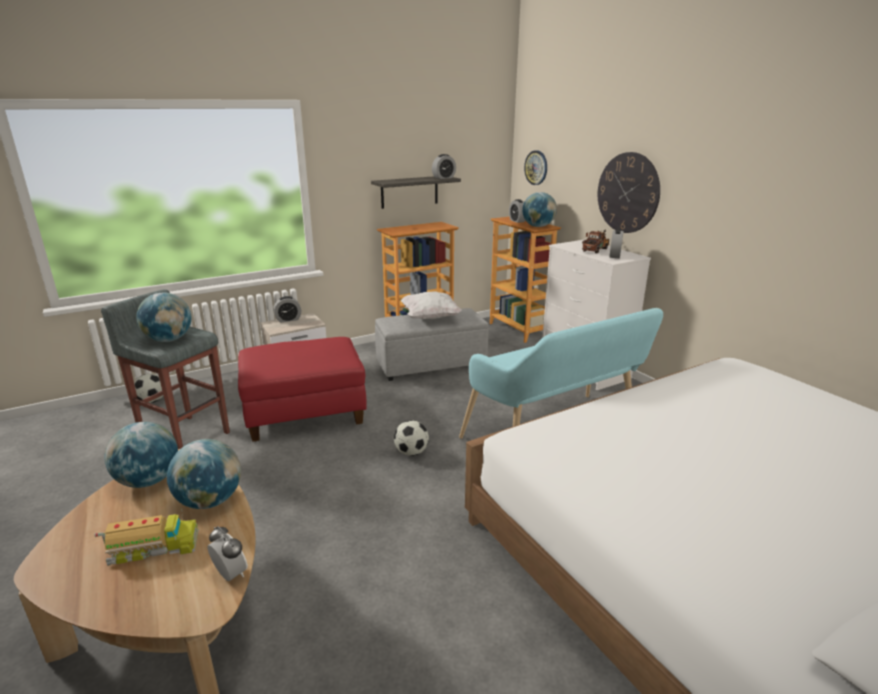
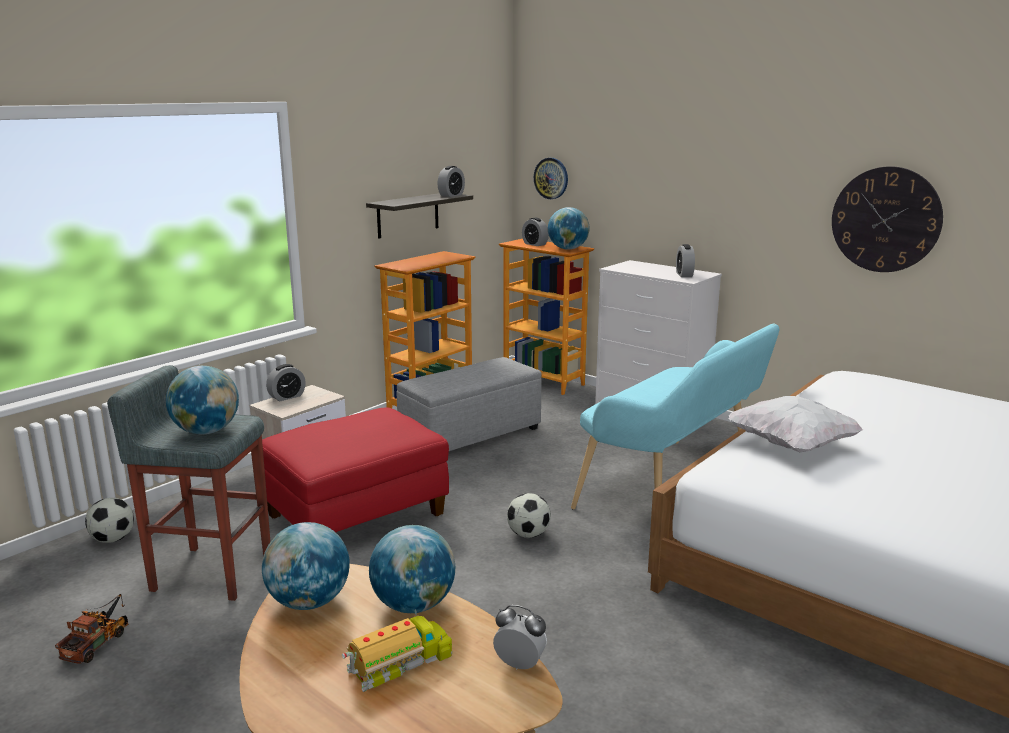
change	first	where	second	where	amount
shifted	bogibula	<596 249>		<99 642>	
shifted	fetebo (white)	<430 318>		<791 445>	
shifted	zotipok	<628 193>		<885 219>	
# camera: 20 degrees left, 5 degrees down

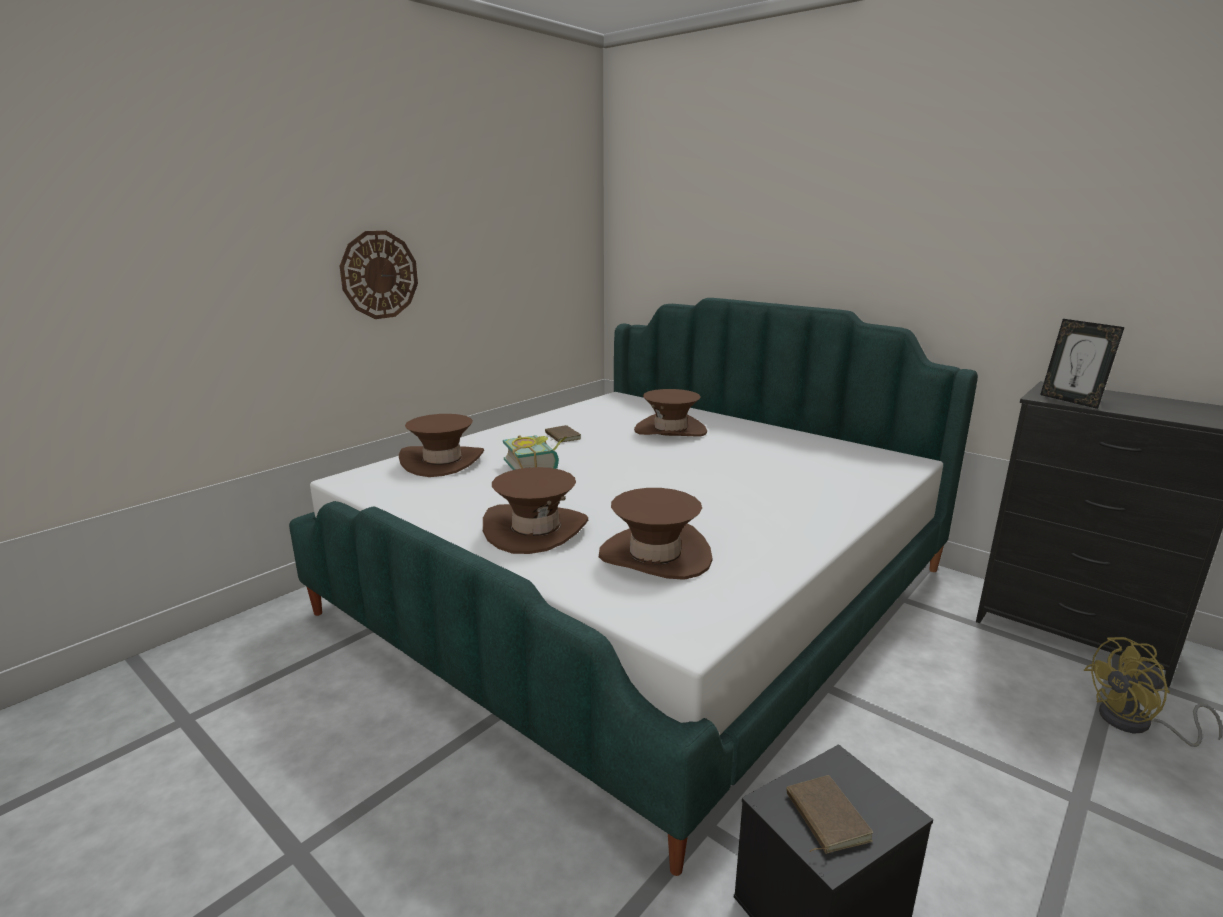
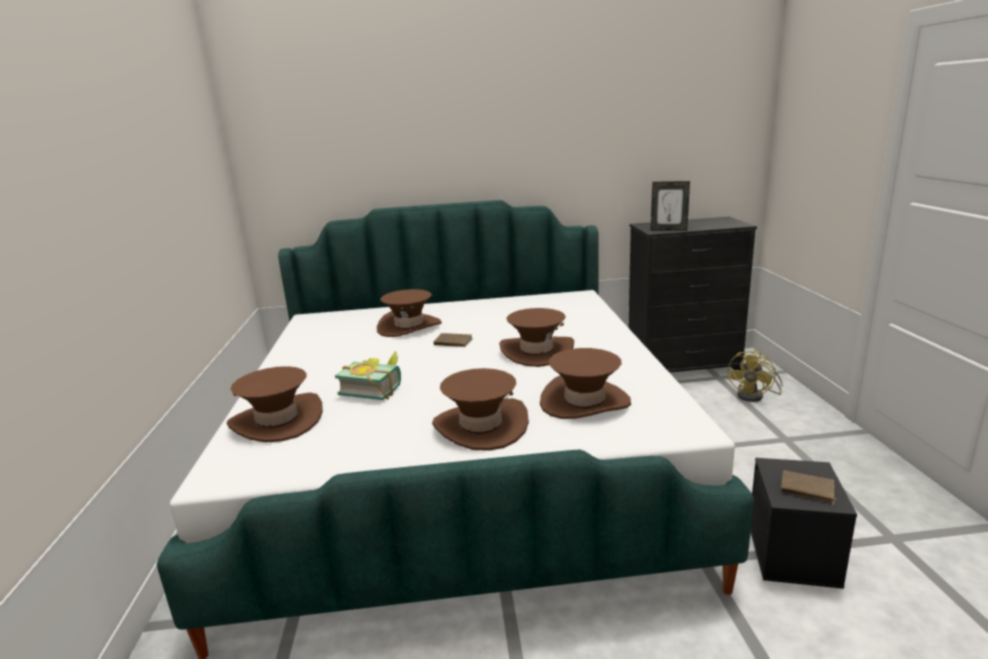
change	first	where	second	where	amount
shifted	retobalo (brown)	<561 436>		<452 343>	
new			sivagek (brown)	<537 352>	
gone	zotipok	<379 275>			
# camera: 45 degrees left, 0 degrees up

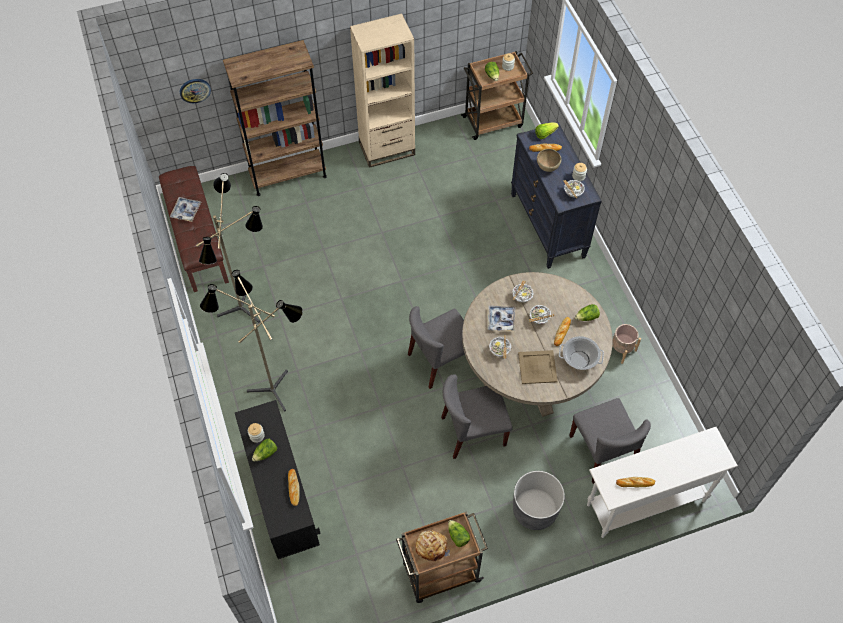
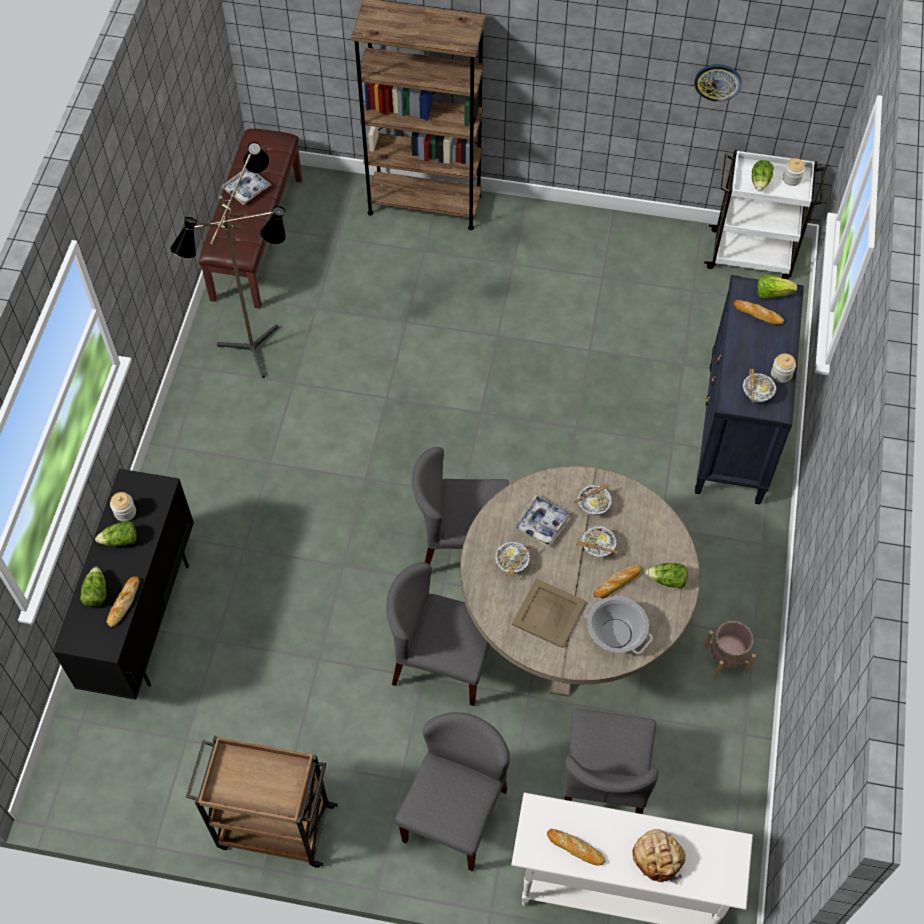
change	first	where	second	where	amount
shifted	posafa	<457 536>		<96 593>	
swapped	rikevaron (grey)	<534 510>	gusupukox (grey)	<454 814>	
shifted	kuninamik	<431 546>		<658 857>	
shifted	zotipok	<195 90>		<718 81>	
repainted	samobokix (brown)	<493 121>	samobokix (white)	<752 255>	
gone	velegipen	<272 386>			
gone	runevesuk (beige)	<387 149>			
gone	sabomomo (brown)	<547 167>			
# camera: 30 degrees right, 0 degrees up

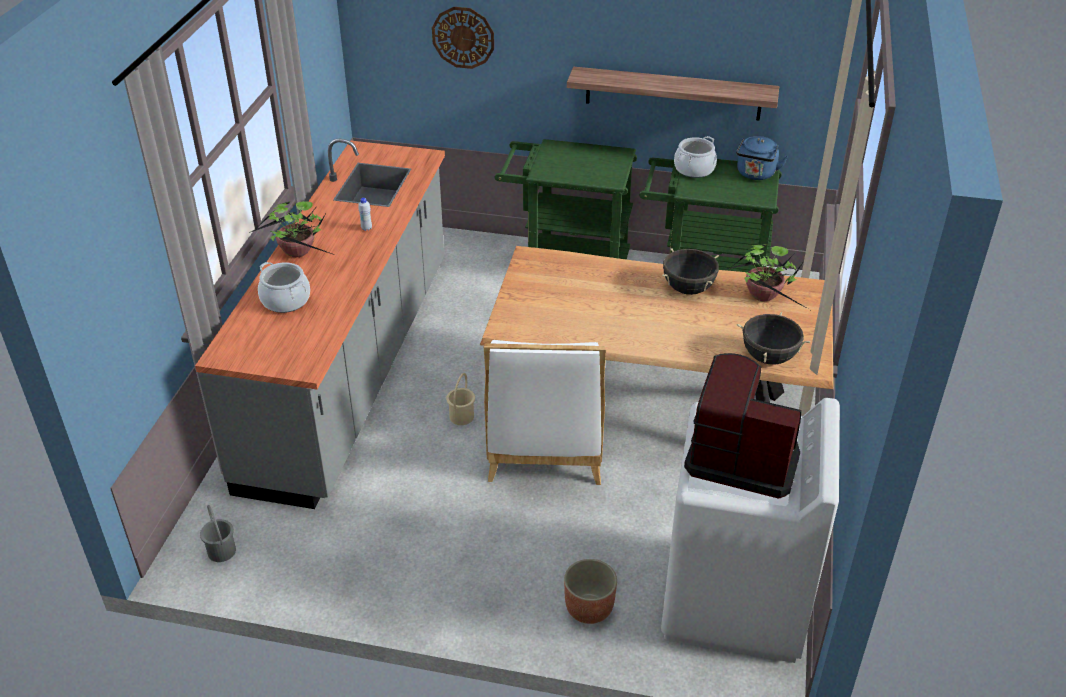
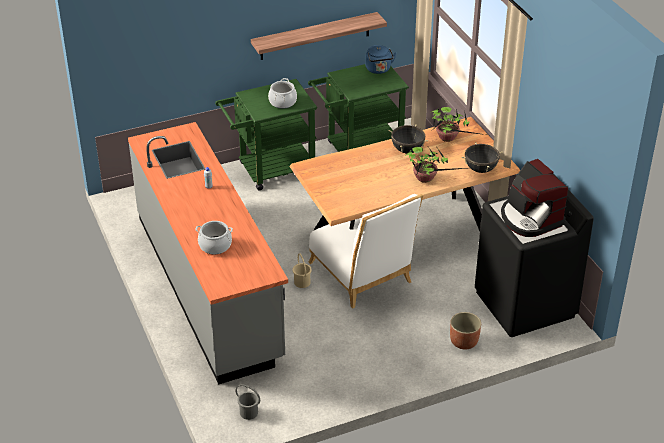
change	first	where	second	where	amount
shifted	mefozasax	<694 169>		<283 102>	
shifted	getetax	<299 253>		<426 179>	
repainted	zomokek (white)	<734 600>	zomokek (black)	<525 304>	
rotated	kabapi	<742 458>		<530 218>	105 degrees counterclockwise
gone	zotipok	<463 37>			
# camera: 35 degrees left, 0 degrees up

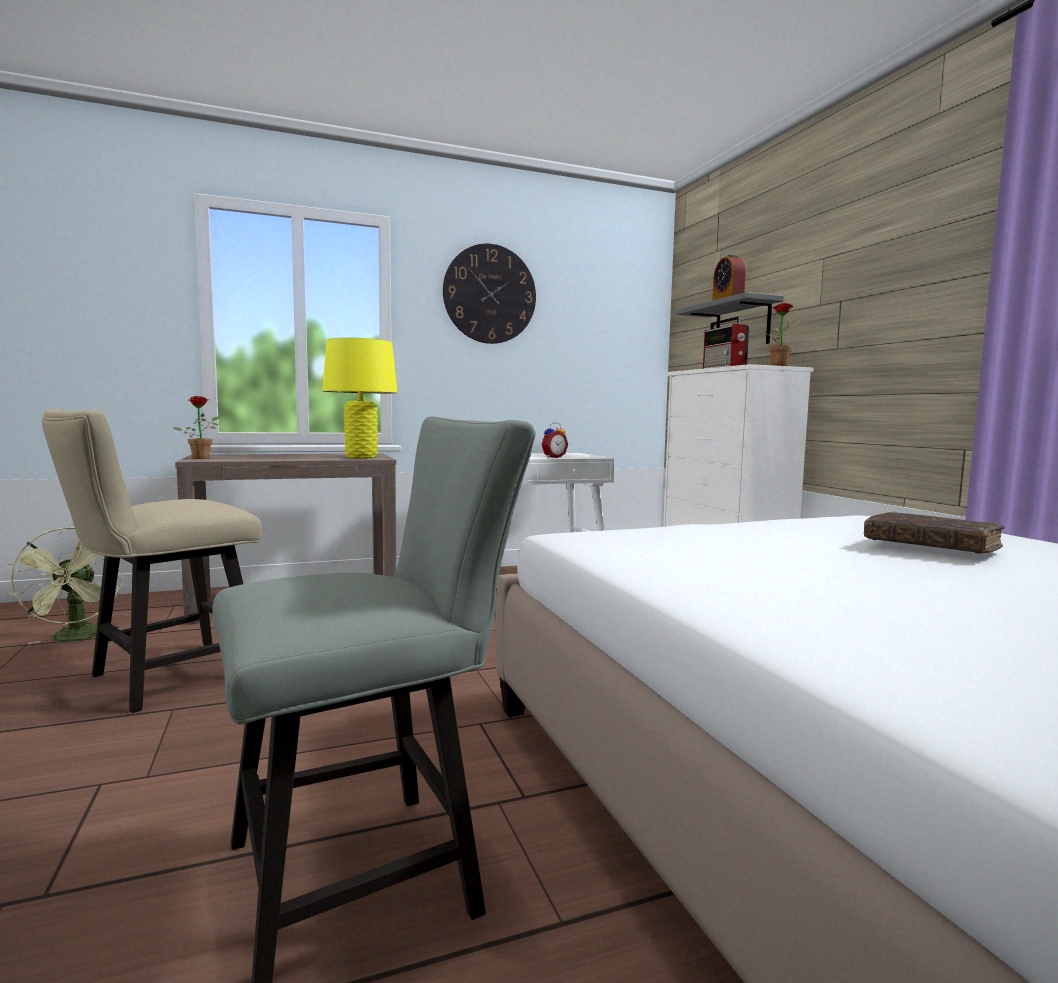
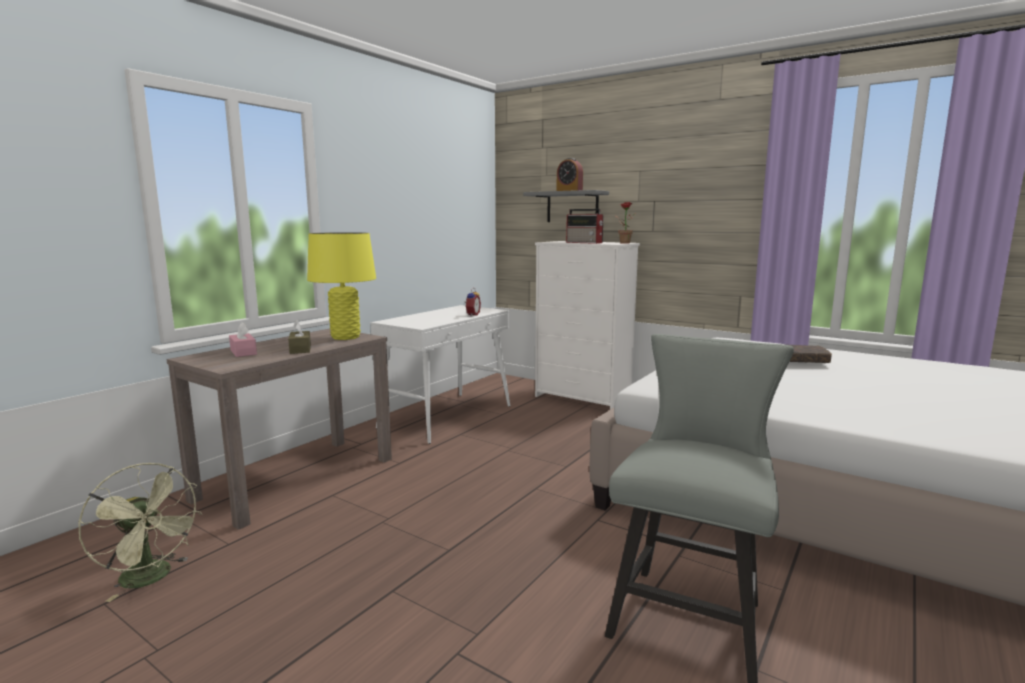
change	first	where	second	where	amount
new			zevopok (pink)	<243 352>	
new			zevopok (brown)	<300 349>	
gone	gusupukox (beige)	<163 679>			
gone	getetax	<202 458>			
gone	zotipok	<490 294>			
# camera: 35 degrees left, 5 degrees up

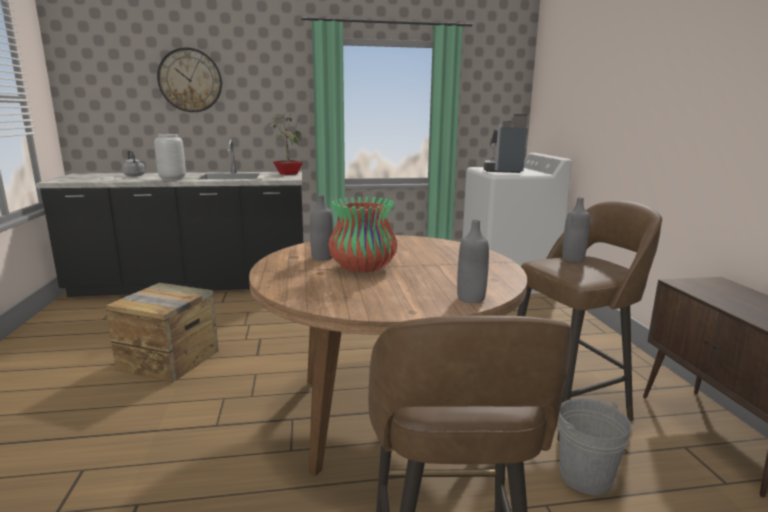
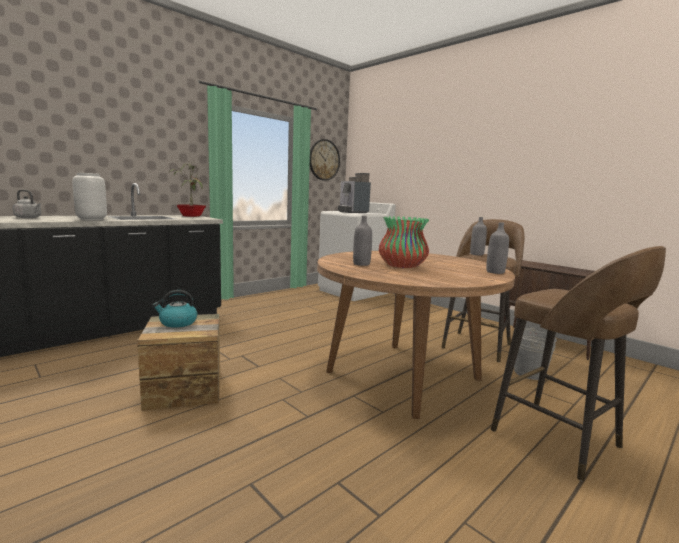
change	first	where	second	where	amount
new			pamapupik	<177 323>	
shifted	zotipok	<190 80>		<324 160>	
# camera: 35 degrees left, 5 degrees down

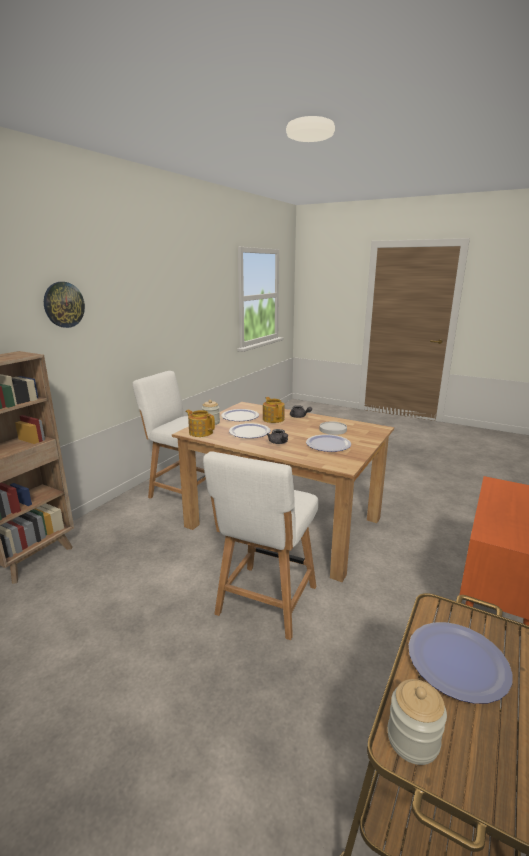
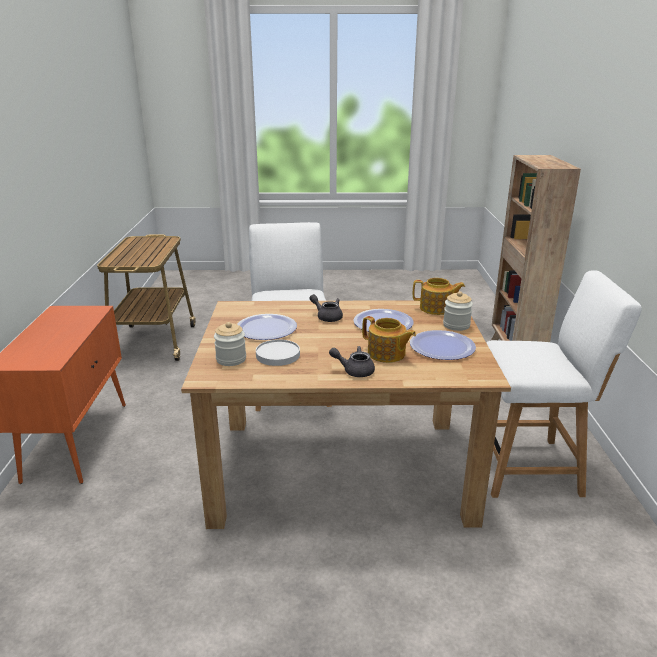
change	first	where	second	where	amount
shifted	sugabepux	<413 739>		<231 359>	
gone	zotipok	<63 304>			
gone	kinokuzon	<457 661>			
# camera: 150 degrees right, 5 degrees up

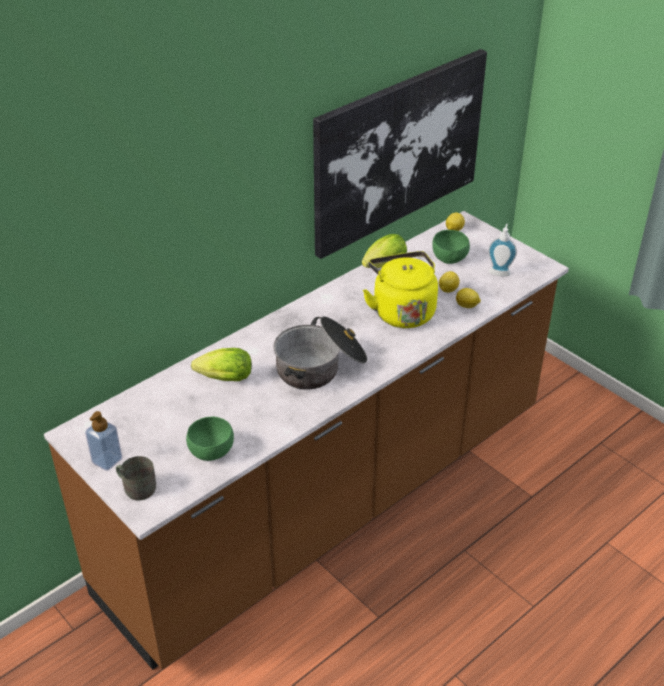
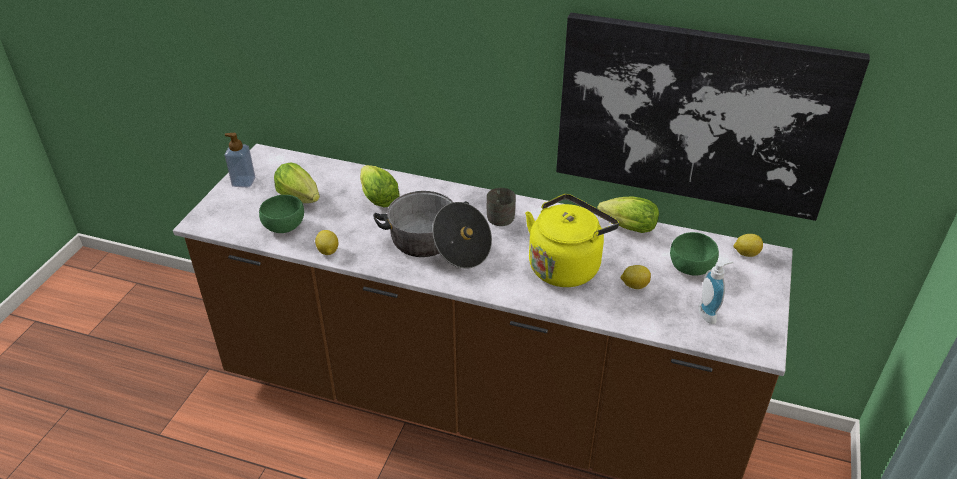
change	first	where	second	where	amount
new			posafa	<301 199>	
shifted	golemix	<467 306>		<328 251>	
shifted	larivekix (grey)	<136 487>		<500 215>	
# camera: 60 degrees right, 0 degrees up

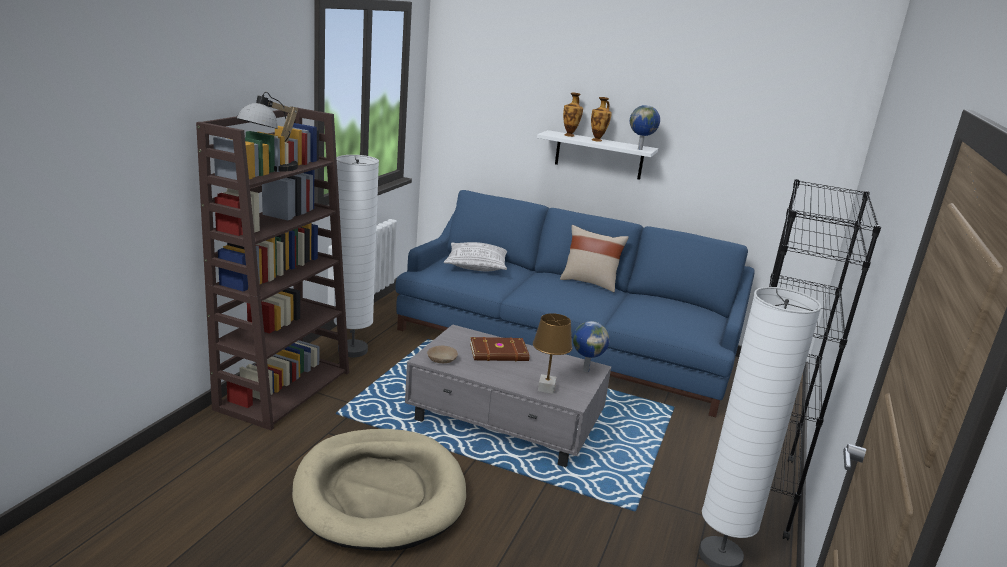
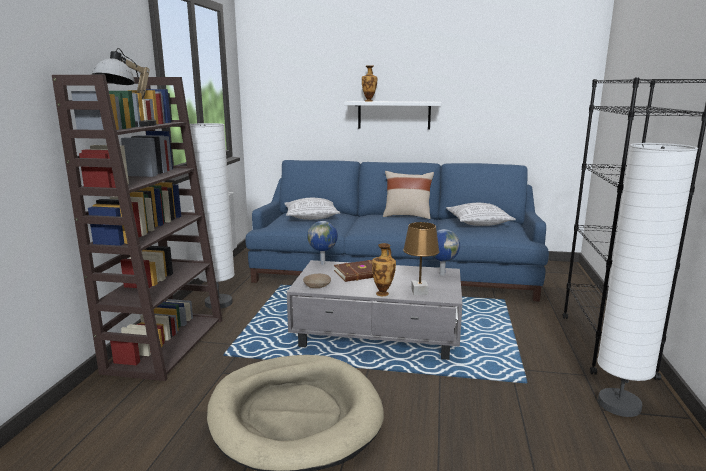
change	first	where	second	where	amount
shifted	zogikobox	<640 149>		<323 263>	
shifted	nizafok	<597 140>		<383 293>	
new			fetebo	<478 223>	
# camera: 10 degrees left, 5 degrees down

